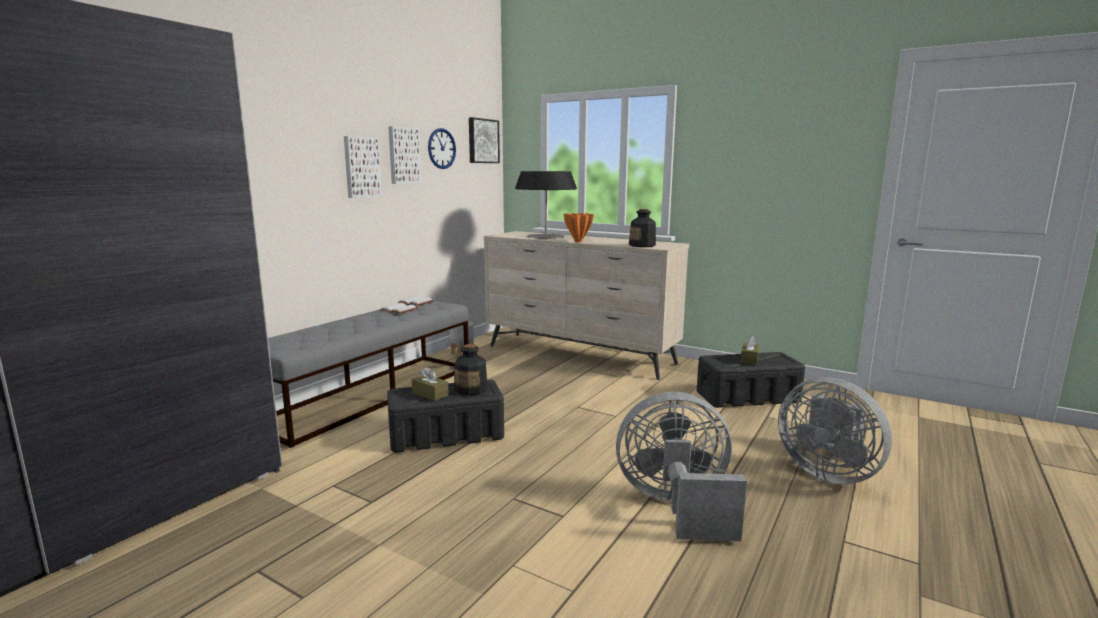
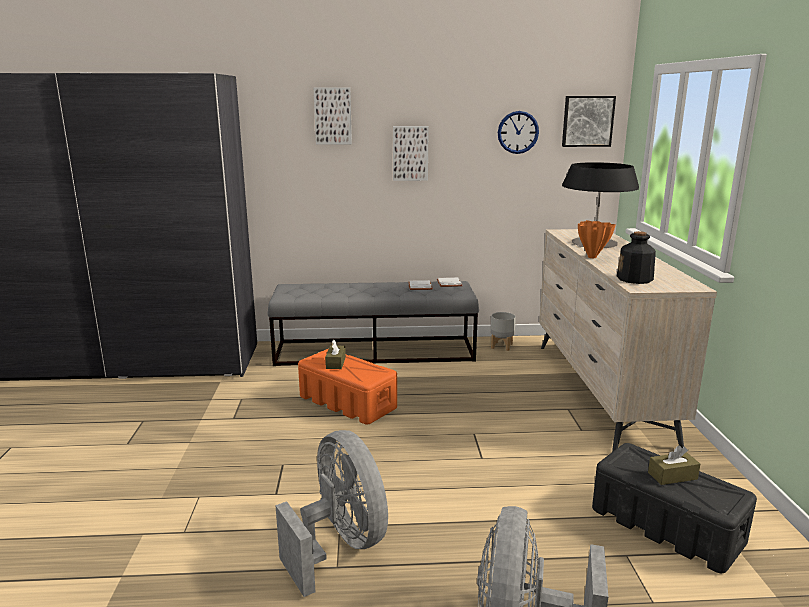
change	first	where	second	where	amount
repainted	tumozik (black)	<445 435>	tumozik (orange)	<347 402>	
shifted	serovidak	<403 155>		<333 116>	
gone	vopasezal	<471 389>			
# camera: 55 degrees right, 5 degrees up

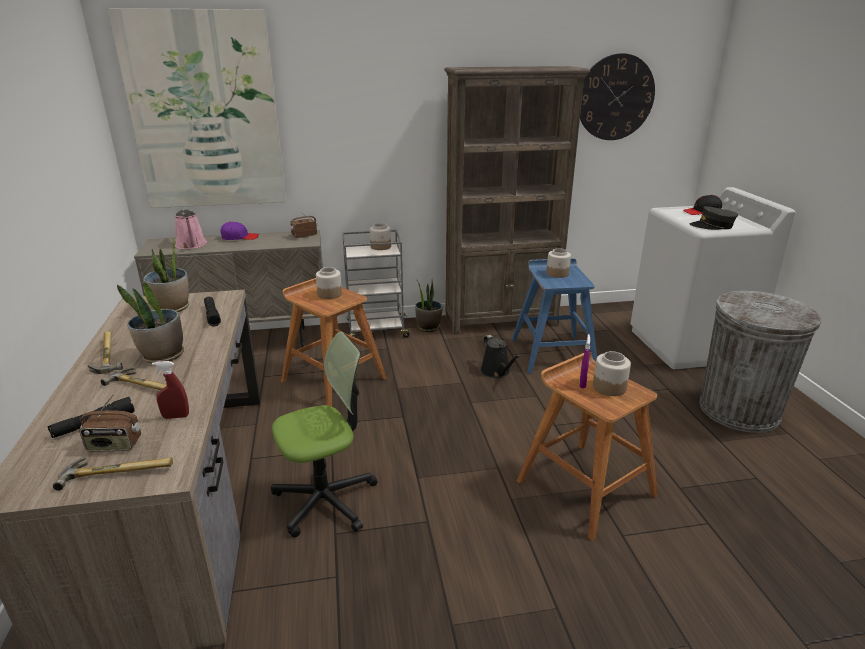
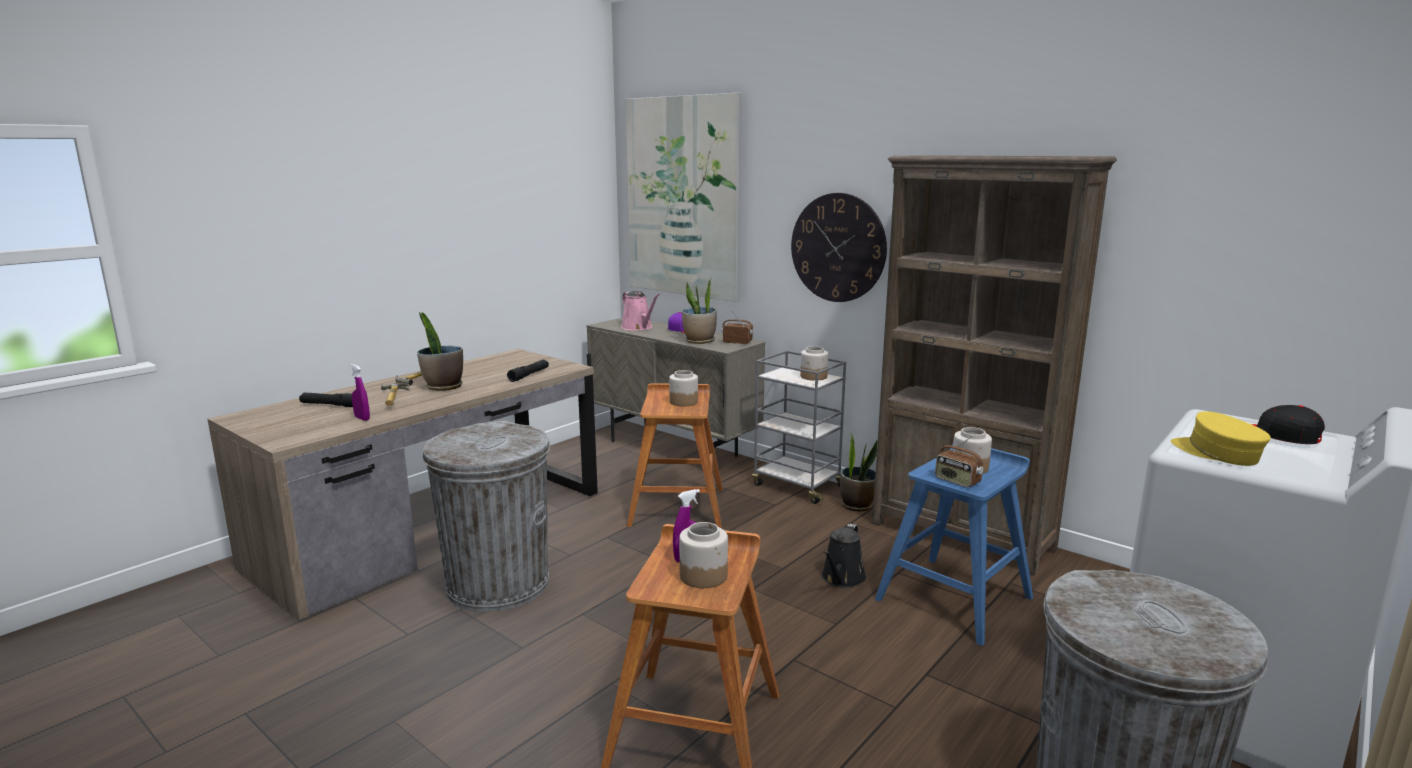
change	first	where	second	where	amount
repainted	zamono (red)	<176 416>	zamono (purple)	<362 418>	
swapped	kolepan	<325 500>	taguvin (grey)	<498 584>	
rotated	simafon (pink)	<191 245>		<638 327>	60 degrees counterclockwise
shifted	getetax	<172 308>		<699 341>	
shifted	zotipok	<615 97>		<838 248>	
shifted	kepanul	<114 445>		<957 481>	
repainted	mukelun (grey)	<712 226>	mukelun (yellow)	<1217 453>	
gone	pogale	<118 470>			
# camera: 50 degrees right, 10 degrees down

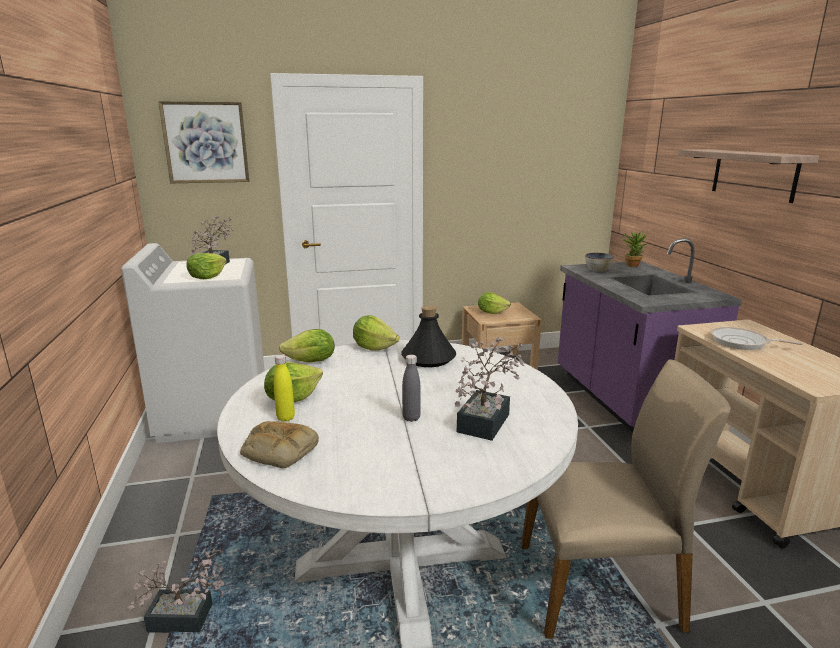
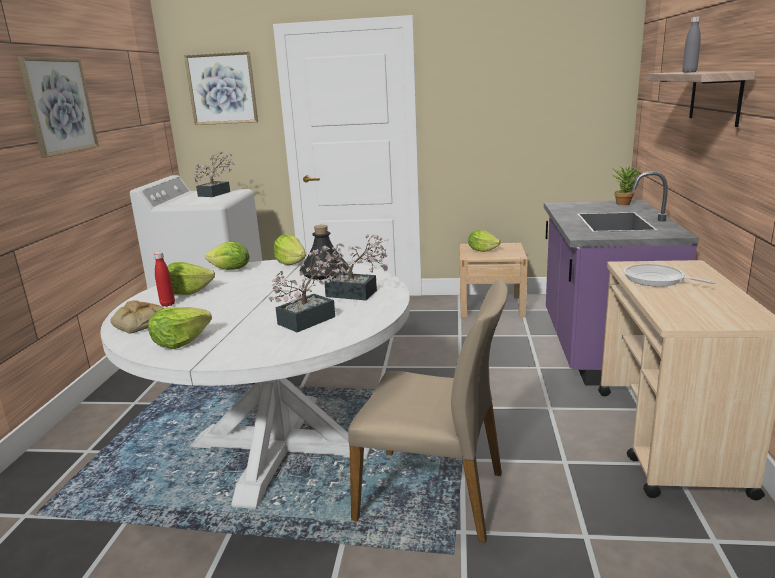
change	first	where	second	where	amount
new			serovidak	<59 106>	
shifted	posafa	<207 276>		<180 341>	
repainted	vopasezal (yellow)	<285 418>	vopasezal (red)	<167 304>	
shifted	getetax	<187 619>		<356 294>	
shifted	vopasezal (grey)	<411 418>		<689 72>	
gone	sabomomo	<597 269>			
# camera: 20 degrees right, 0 degrees up

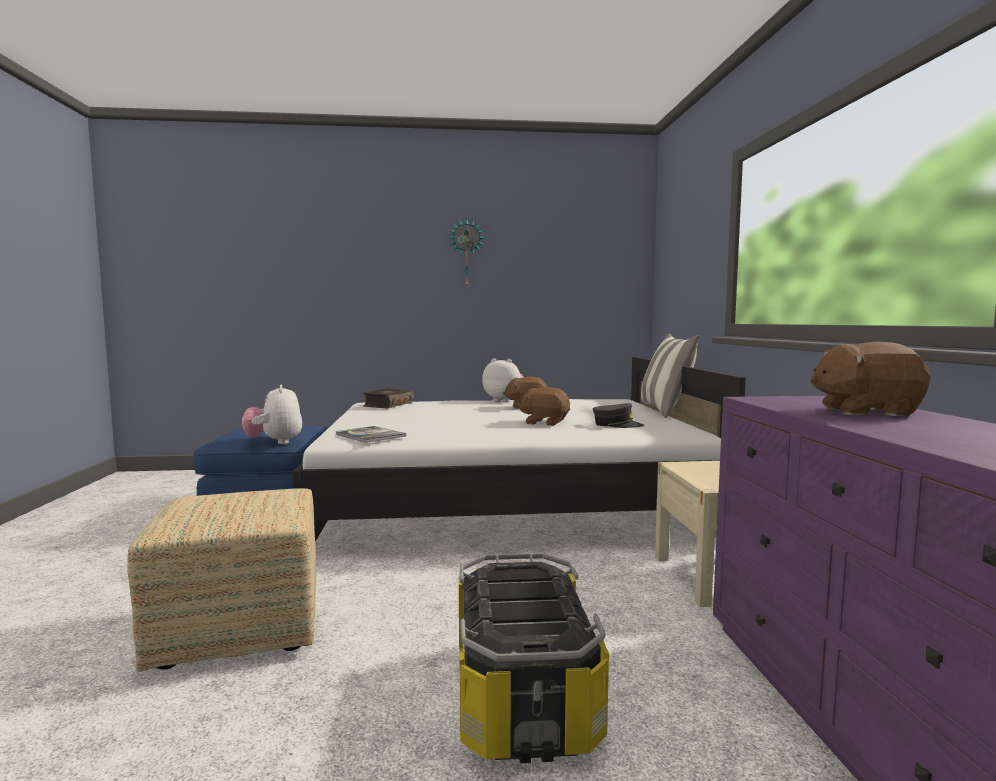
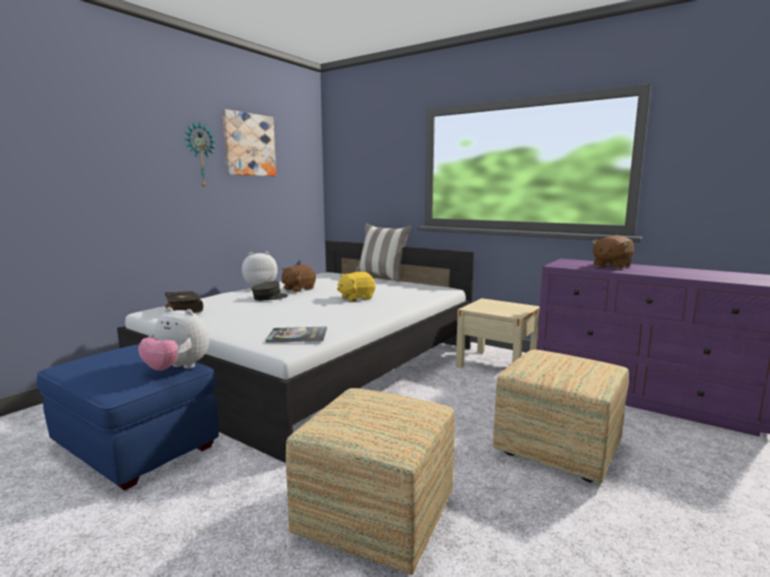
change	first	where	second	where	amount
new			serovidak	<249 145>	
shifted	mukelun (grey)	<617 425>		<269 298>	
repainted	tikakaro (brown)	<545 422>	tikakaro (yellow)	<356 298>	
swapped	tumozik	<522 696>	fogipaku	<556 448>	
# camera: 50 degrees left, 5 degrees up

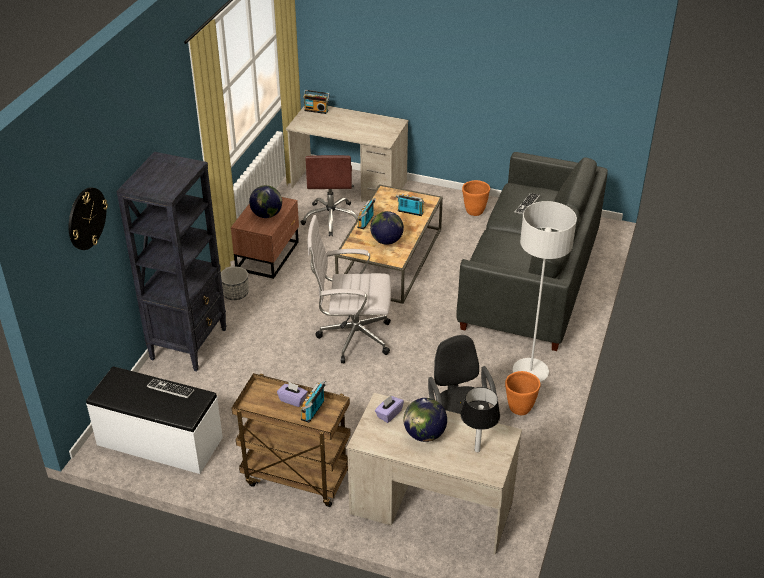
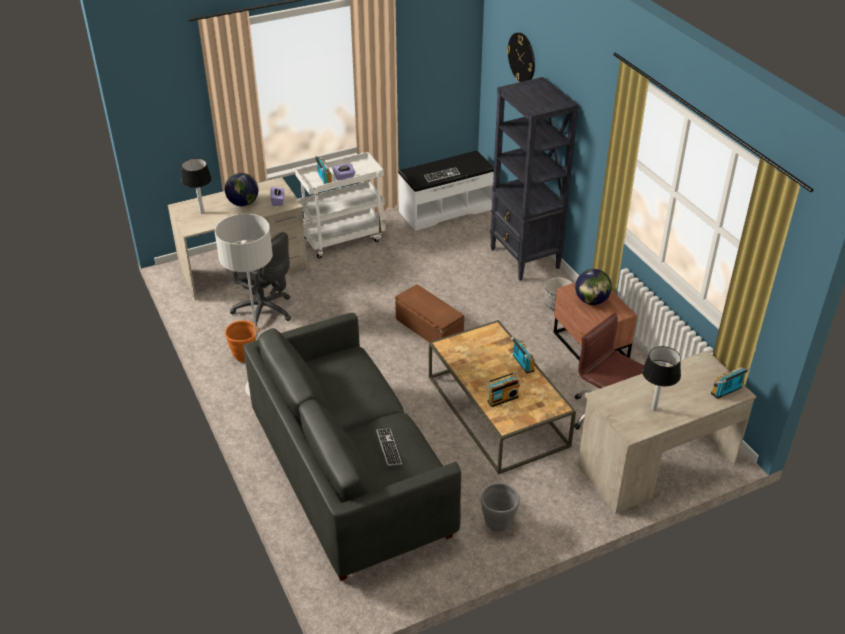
change	first	where	second	where	amount
repainted	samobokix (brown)	<295 477>	samobokix (white)	<343 238>	
swapped	kolepan (white)	<351 337>	tumozik (brown)	<428 329>	
repainted	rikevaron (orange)	<474 211>	rikevaron (grey)	<498 523>	
new			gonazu	<654 409>	
gone	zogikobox	<386 241>			
# camera: 135 degrees right, 0 degrees up

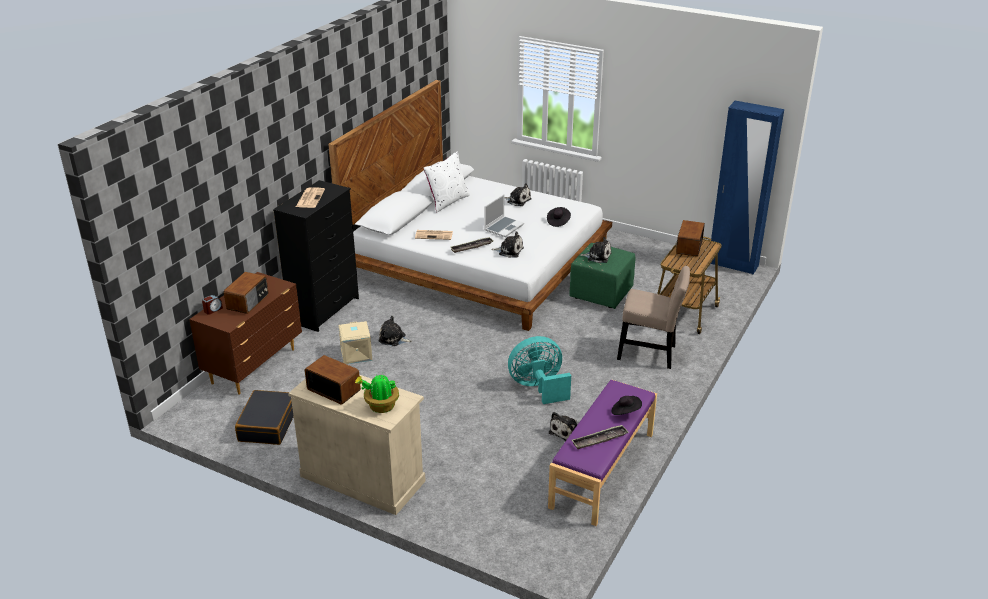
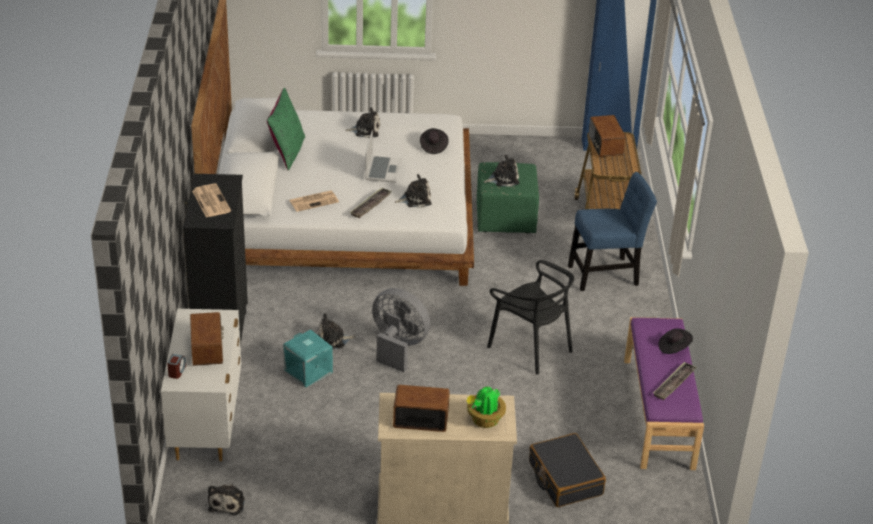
change	first	where	second	where	amount
repainted	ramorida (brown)	<255 366>	ramorida (white)	<206 422>	
shifted	tikakaro	<566 432>		<227 502>	
repainted	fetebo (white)	<447 201>	fetebo (green)	<287 152>	
repainted	tumozik (beige)	<355 354>	tumozik (turquoise)	<307 371>	
new			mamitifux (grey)	<398 346>	
swapped	mamitifux (turquoise)	<538 388>	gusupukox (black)	<530 347>	
shifted	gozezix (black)	<267 425>		<565 478>	
repainted	gusupukox (beige)	<650 353>	gusupukox (blue)	<606 274>	
# camera: 30 degrees left, 5 degrees up

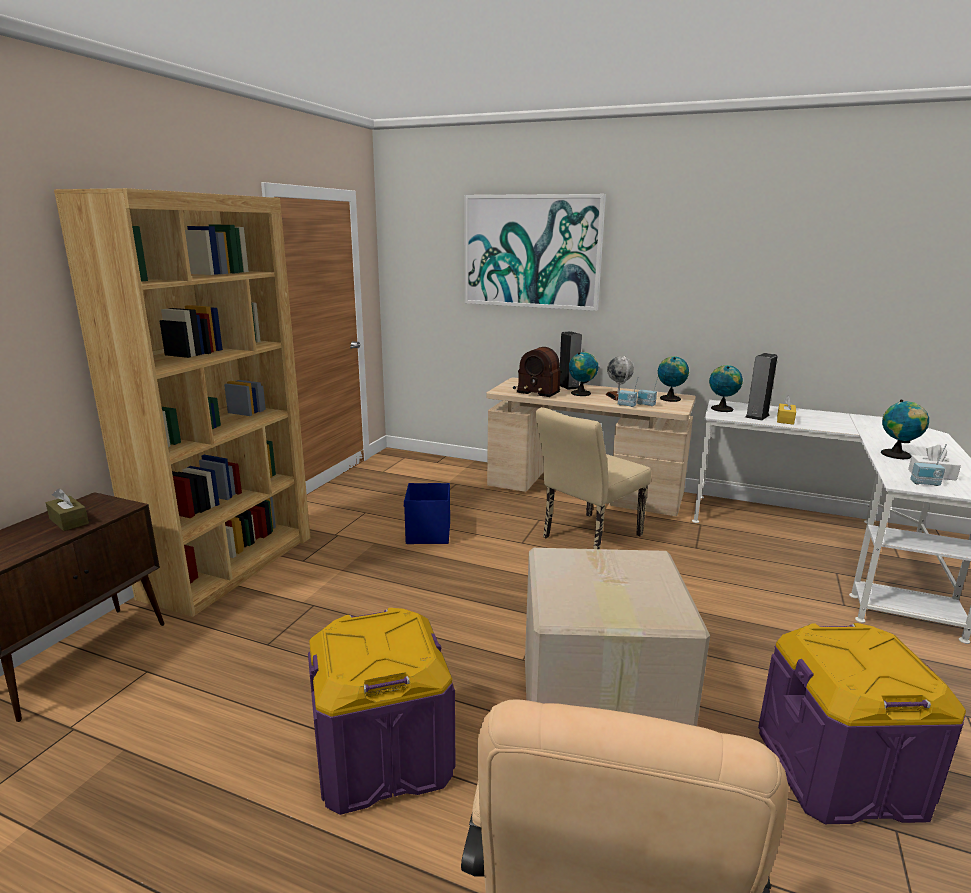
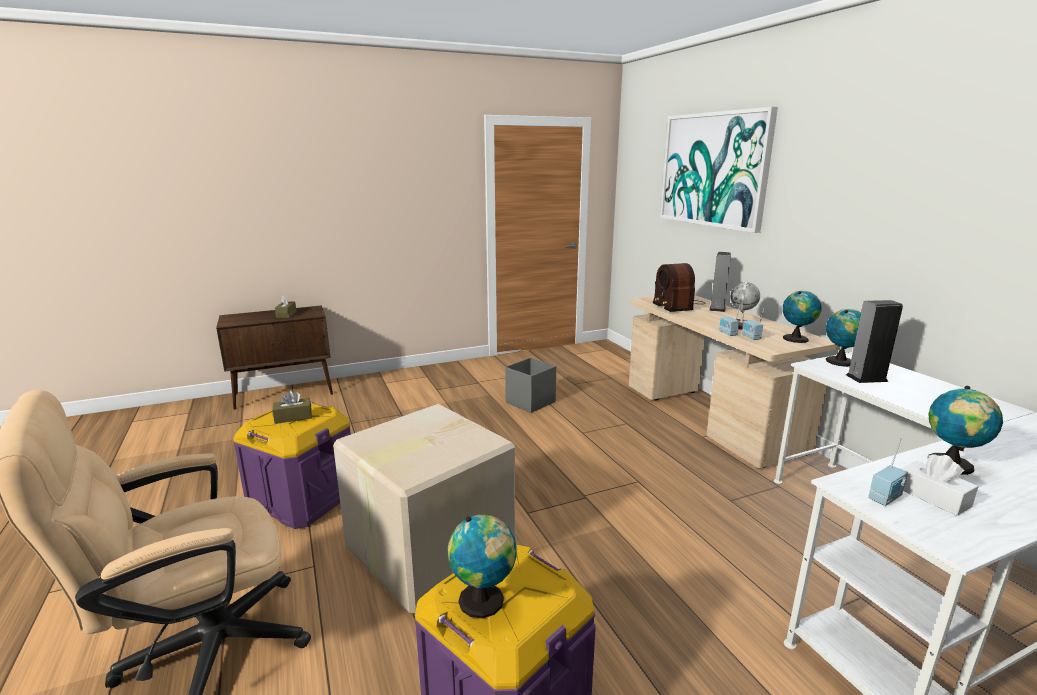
change	first	where	second	where	amount
new			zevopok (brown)	<293 417>	
shifted	zogikobox	<582 393>		<484 601>	
repainted	tumozik (blue)	<428 534>	tumozik (grey)	<529 402>	
rotated	kepanul	<925 484>		<886 498>	90 degrees counterclockwise
gone	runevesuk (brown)	<231 565>			
gone	gusupukox (beige)	<586 538>			
gone	zevopok (yellow)	<785 419>			
# camera: 45 degrees right, 0 degrees up

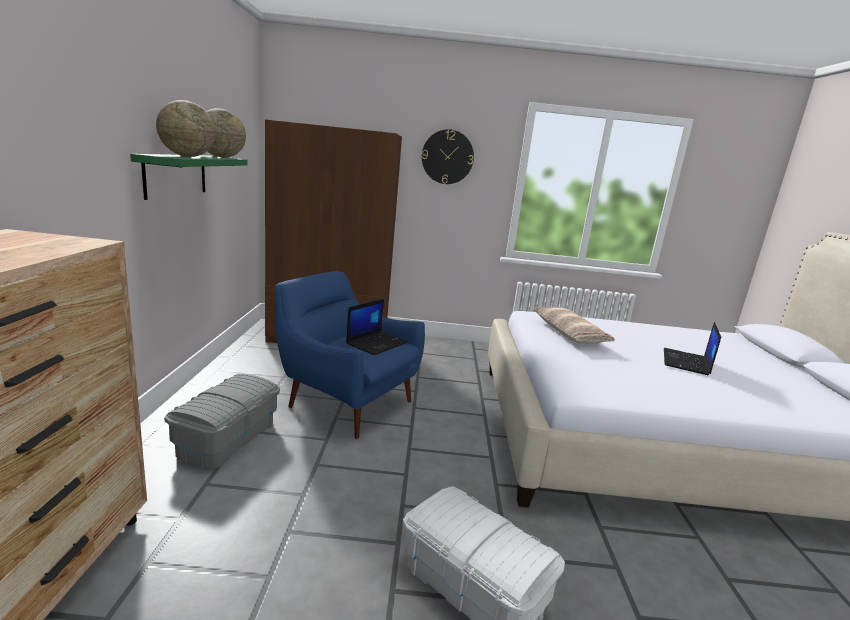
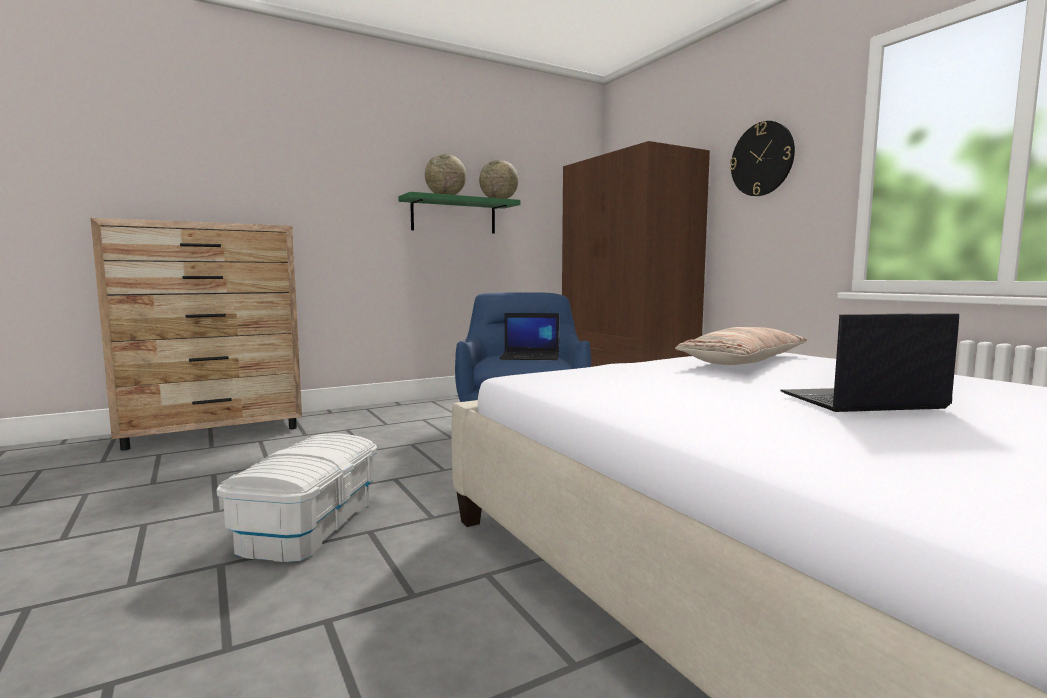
change	first	where	second	where	amount
gone	tumozik (grey)	<227 438>			
# camera: 60 degrees right, 10 degrees down

